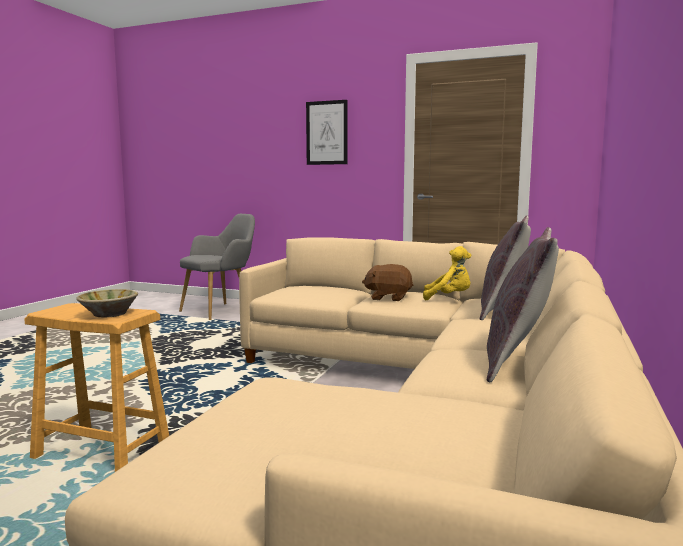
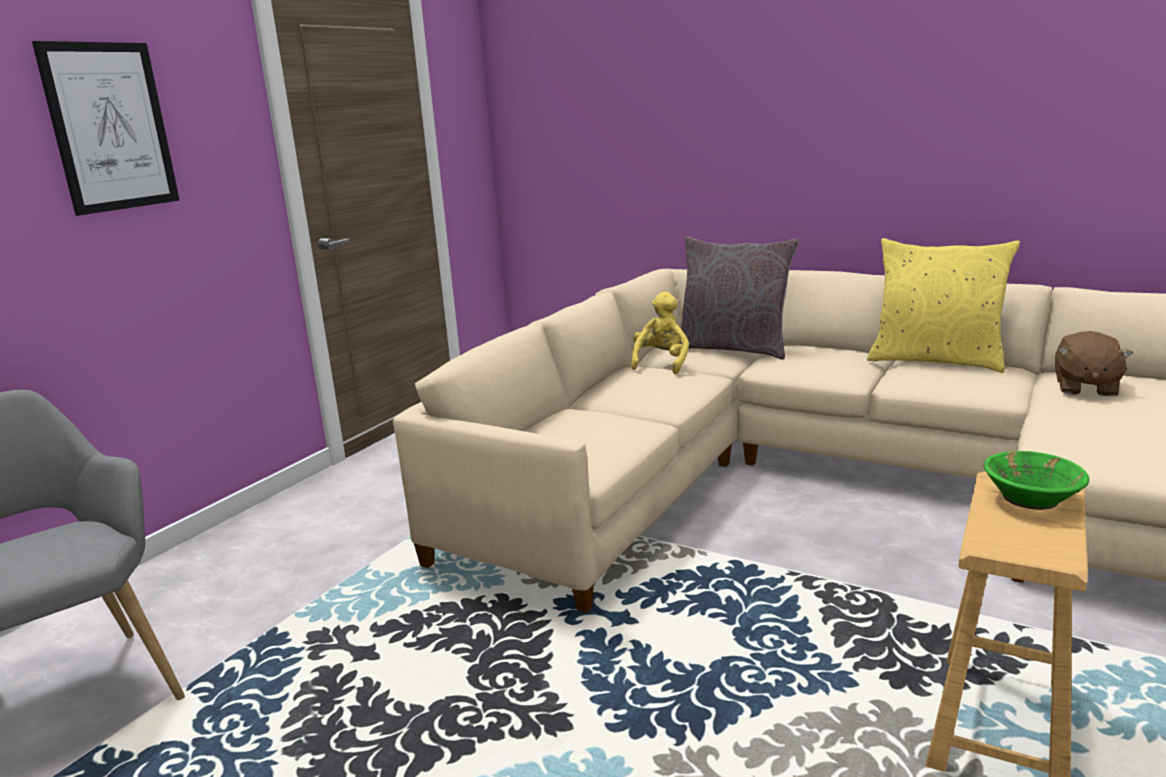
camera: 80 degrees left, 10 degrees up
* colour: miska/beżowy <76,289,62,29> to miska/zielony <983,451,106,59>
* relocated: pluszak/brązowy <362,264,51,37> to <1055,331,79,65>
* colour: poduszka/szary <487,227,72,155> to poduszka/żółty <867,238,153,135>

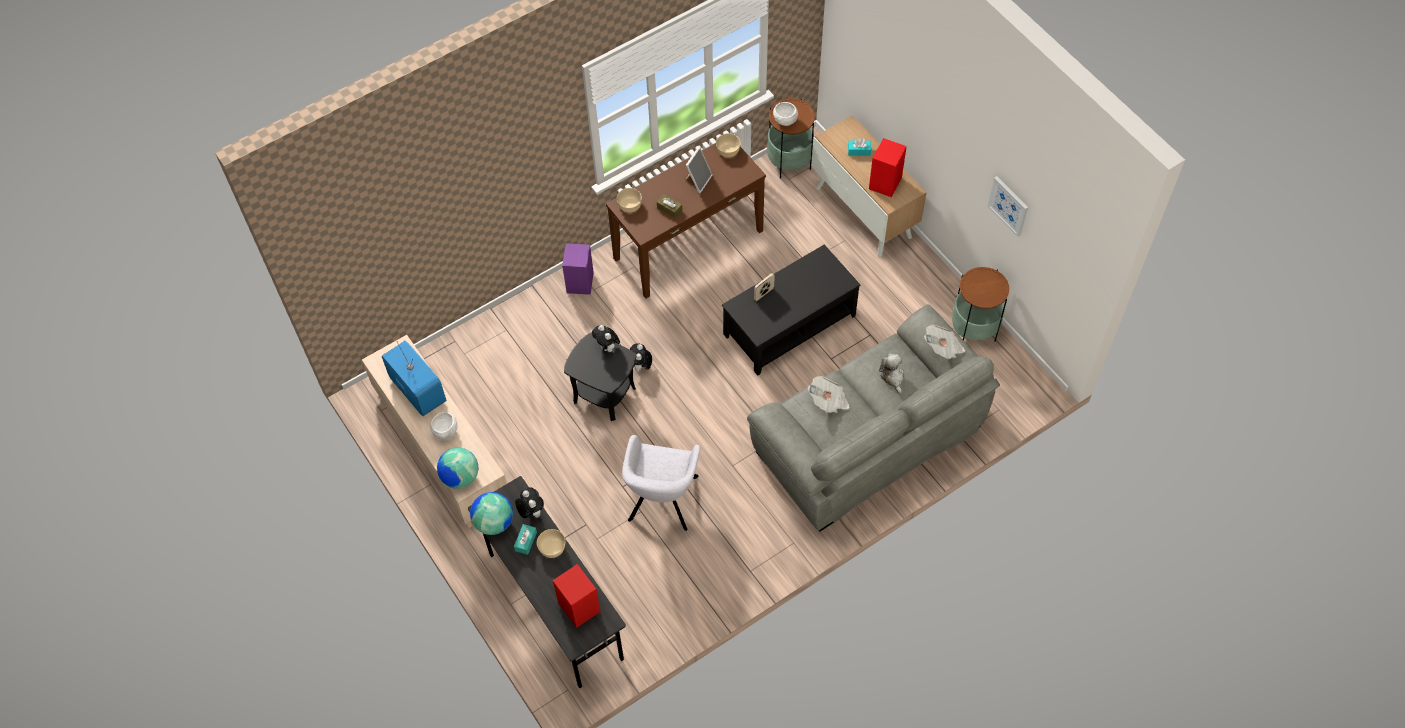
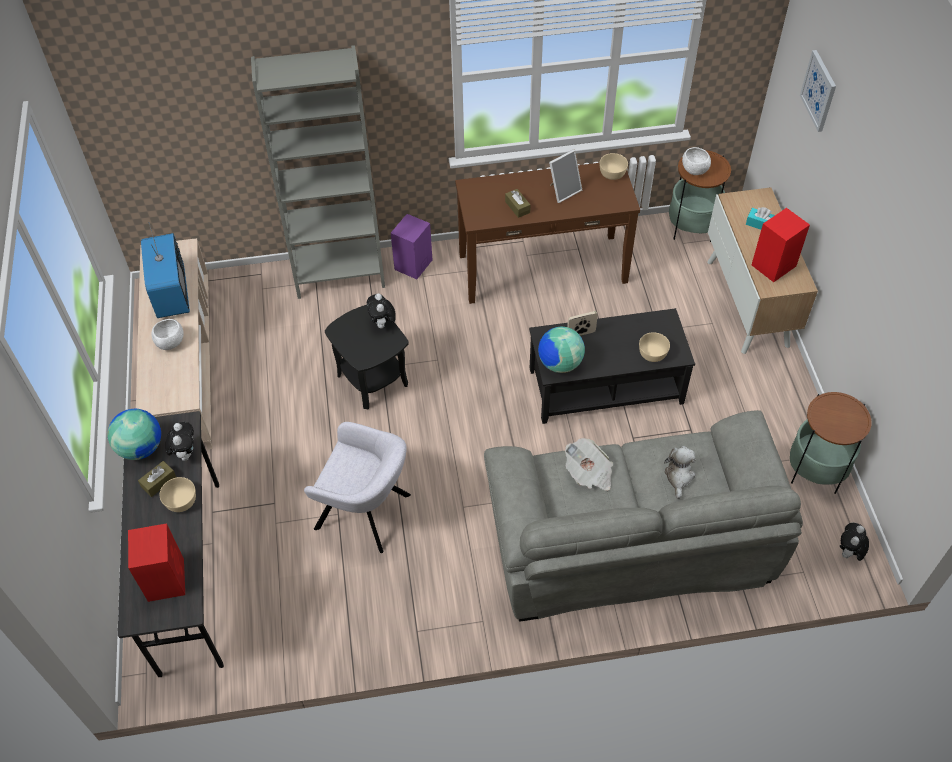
camera: 25 degrees right, 5 degrees down
* relocated: globus <437,448,41,41> to <538,327,47,46>
* colour: pudełko chusteczek/turkusowy <514,524,23,31> to pudełko chusteczek/brązowy <138,461,38,36>
* relocated: miska/beżowy <617,188,25,24> to <639,332,31,30>
* spun: fotel/szary <622,435,78,96> = <304,422,107,131> 105 degrees counterclockwise
* relocated: pluszak <630,343,22,29> to <840,523,29,38>
* missing: gazeta <924,324,41,35>
* relocated: obraz <988,176,40,61> to <800,50,36,82>
* appeared: regał/szary <251,45,134,254>

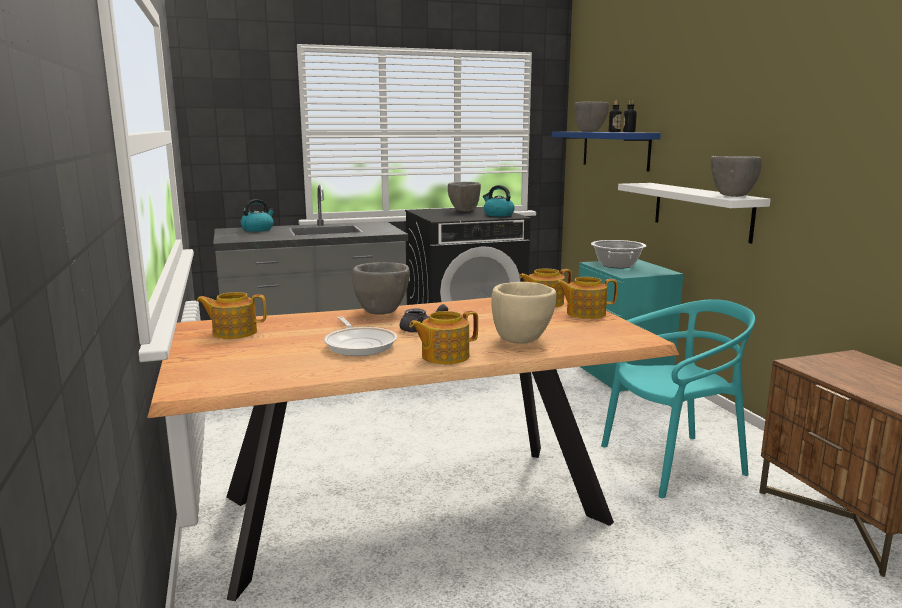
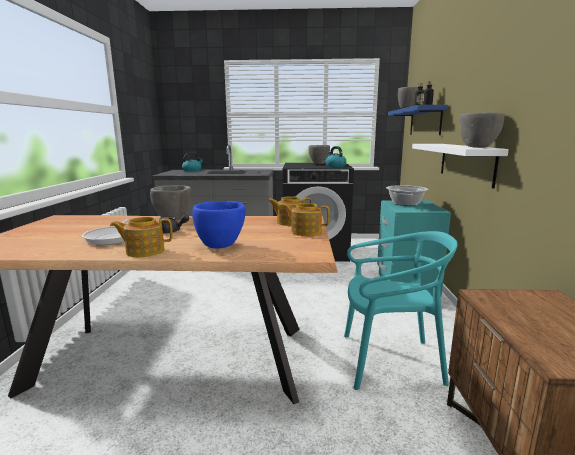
camera: 20 degrees right, 0 degrees up
* missing: imbryk <196,292,71,47>
* colour: miska/beżowy <491,282,65,62> to miska/niebieski <192,201,54,48>

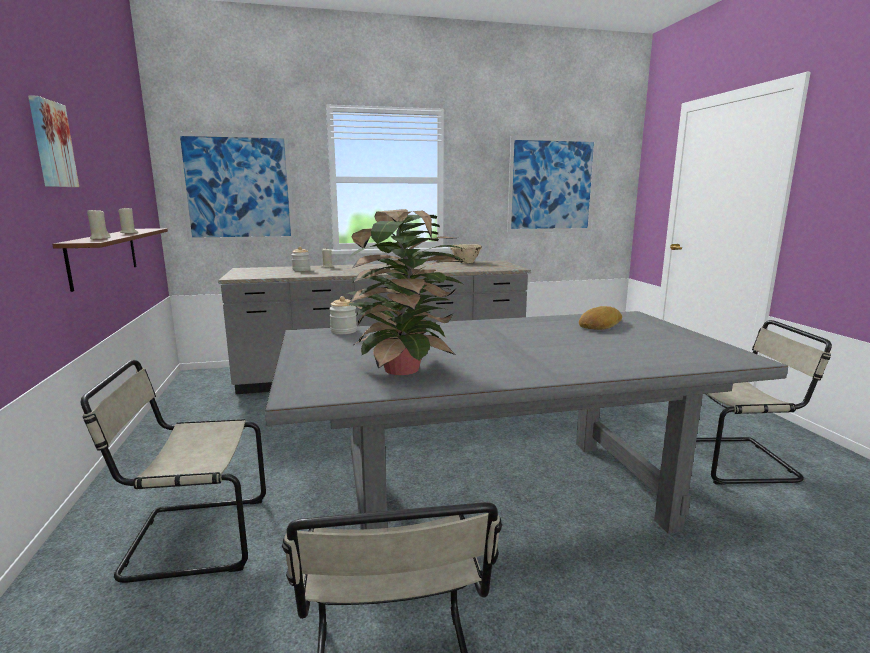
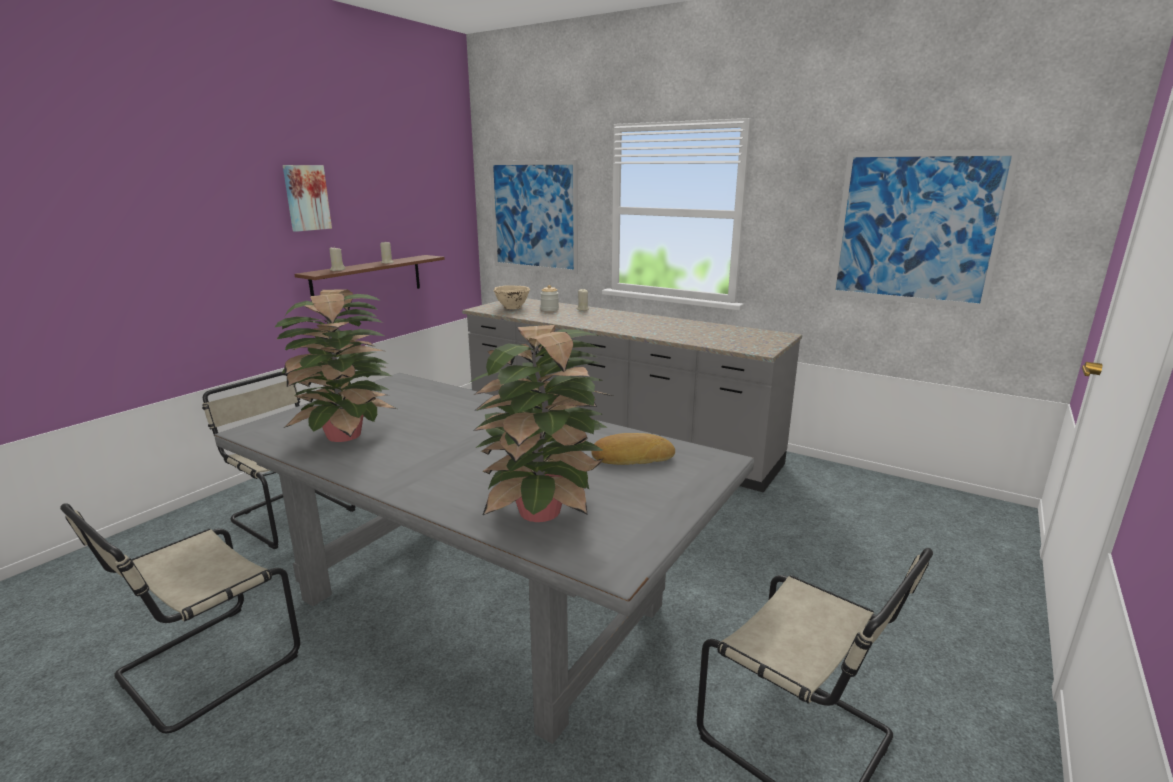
camera: 45 degrees right, 5 degrees up
* missing: słoik <329,296,28,38>
* relocated: miska/beżowy <450,244,32,19> to <494,285,36,24>
* appeared: roślina doniczkowa <469,325,144,197>

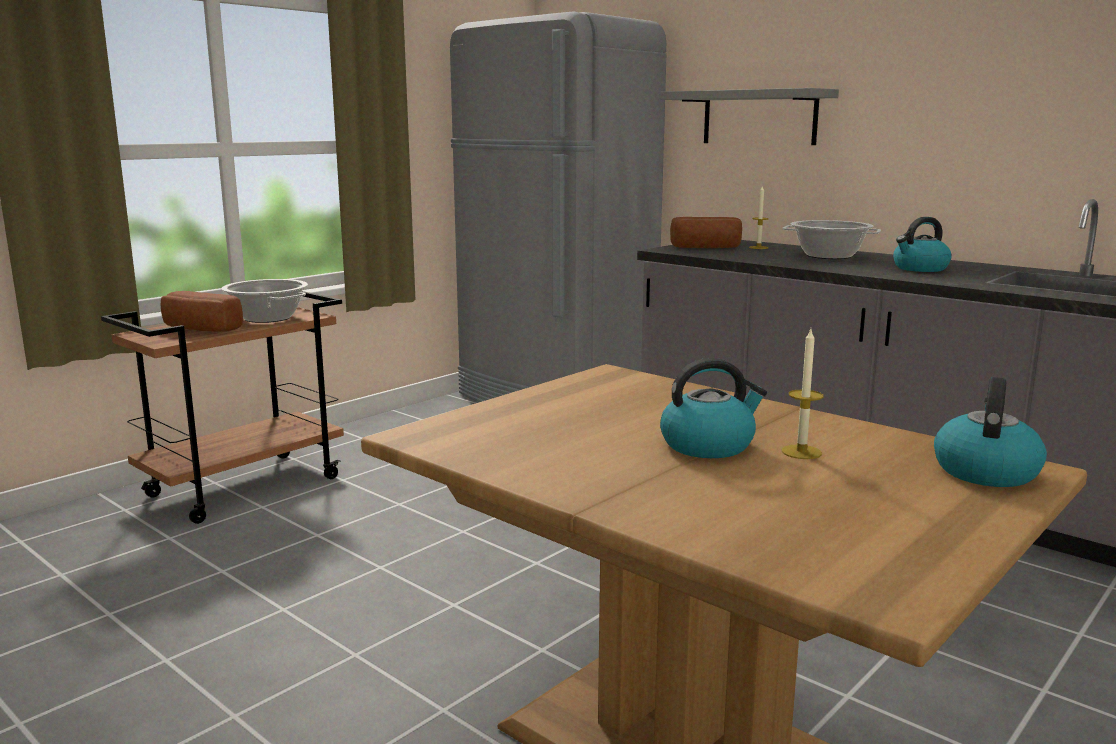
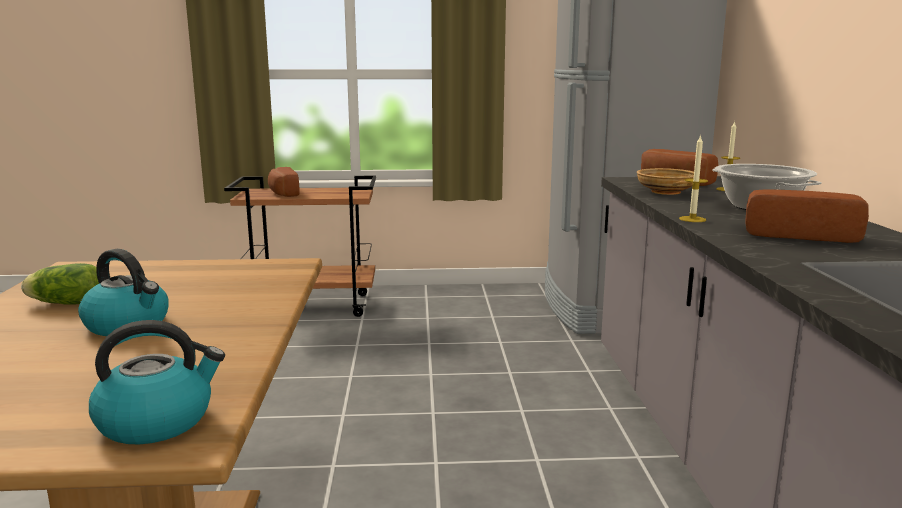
camera: 45 degrees right, 0 degrees up
* missing: garnek <221,279,87,44>
* missing: półka/szary <660,88,179,57>
* relocated: świeca <782,330,41,129> to <679,135,29,87>
* exchanged: czajnik <893,217,59,55> to chleb <745,189,124,54>
* appeared: sałata <21,263,78,42>
* appeared: miska/beżowy <637,168,57,27>

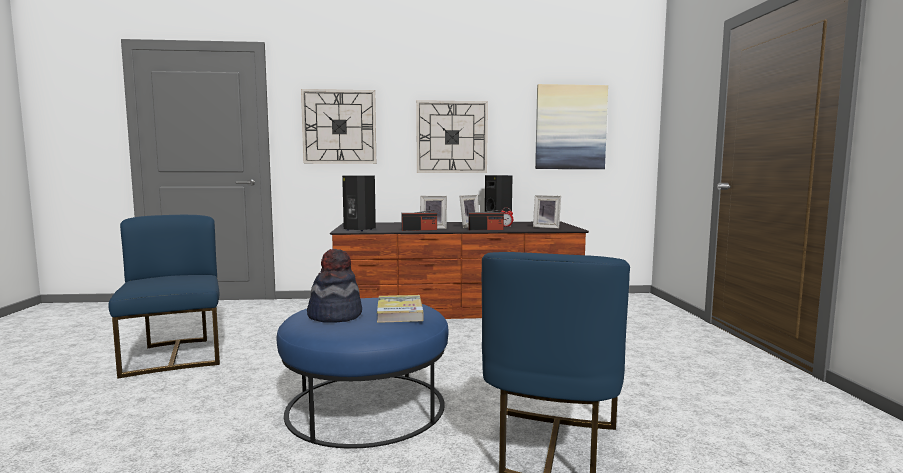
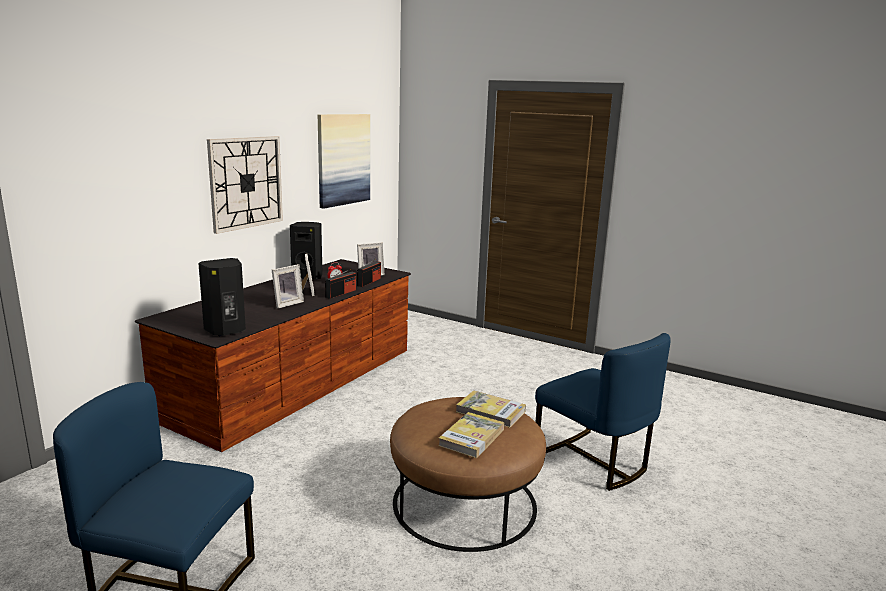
camera: 55 degrees left, 10 degrees up
* colour: pufa/niebieski <276,298,173,151> to pufa/brązowy <390,397,156,155>
* missing: zegar ścienny <301,89,75,75>
* exchanged: kapelusz <307,249,55,74> to książka <438,412,66,46>
* relocated: radio <401,210,36,21> to <357,259,24,28>

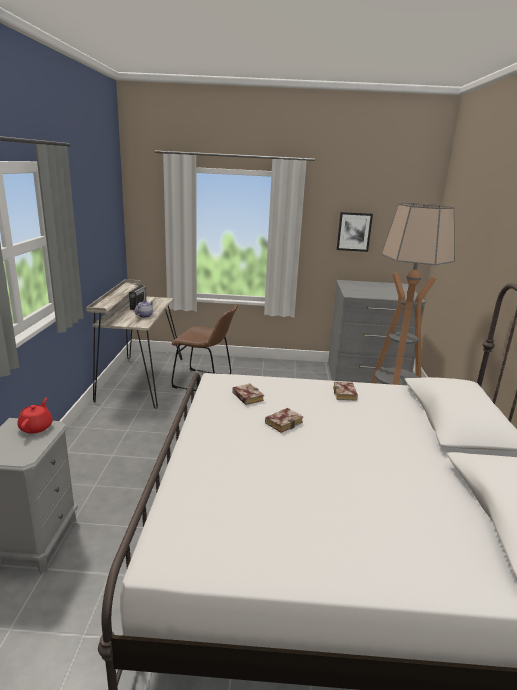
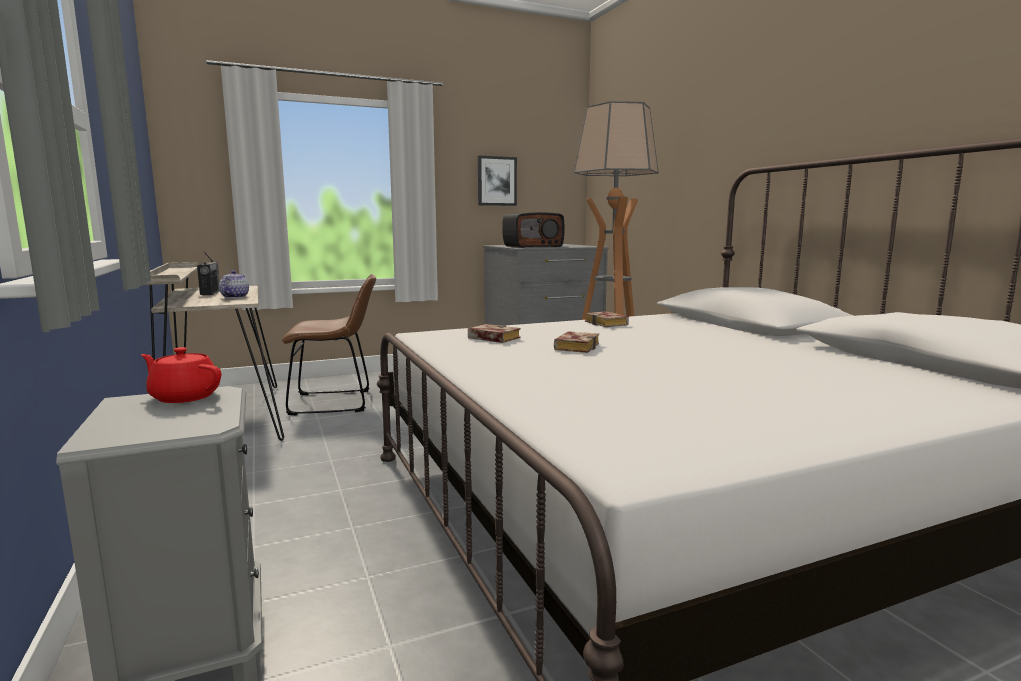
camera: 25 degrees left, 10 degrees down
* spun: imbryk/czerwony <17,398,36,35> = <141,347,80,56> 45 degrees counterclockwise
* appeared: radio <502,212,63,36>

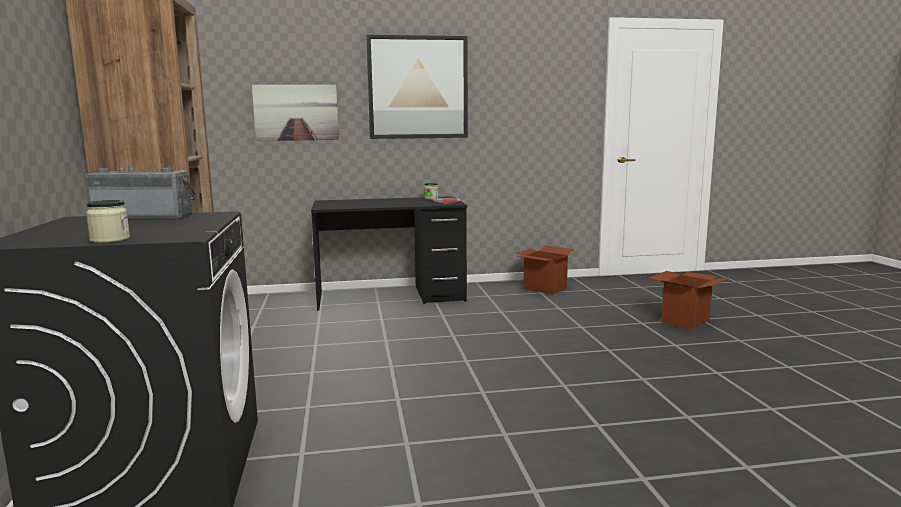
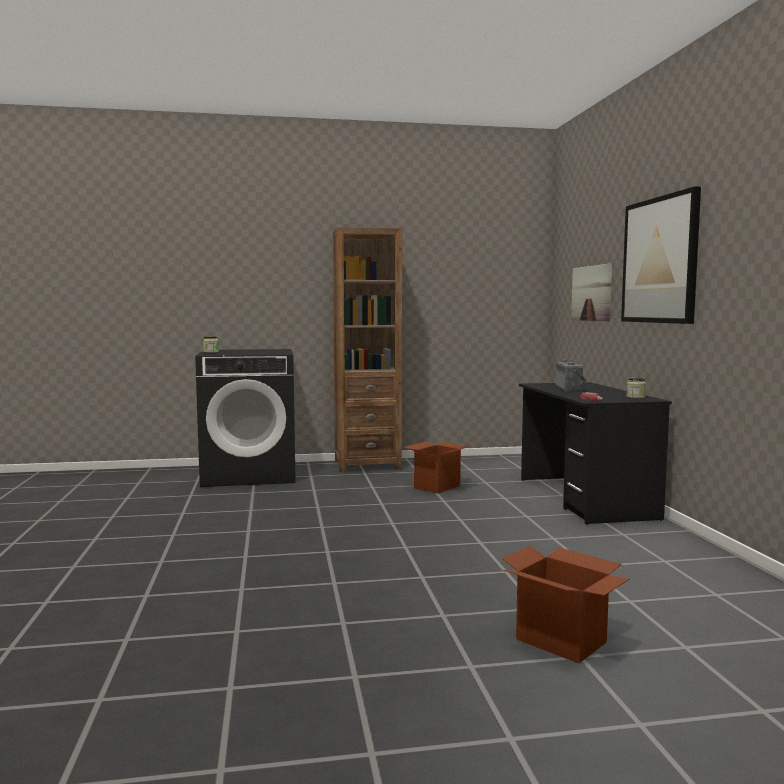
camera: 90 degrees right, 5 degrees down
* relocated: radio <85,165,112,54> to <556,359,31,33>
* relocated: karton <517,245,58,50> to <403,442,69,52>

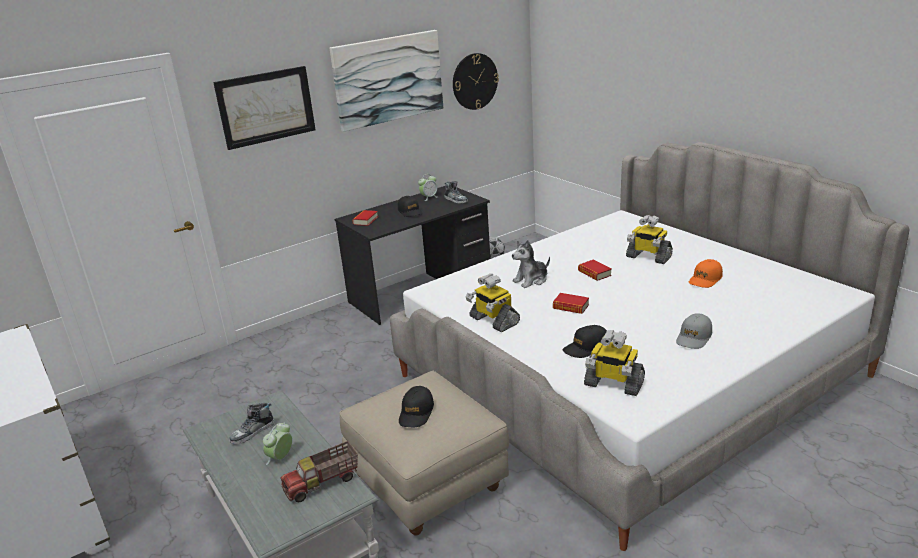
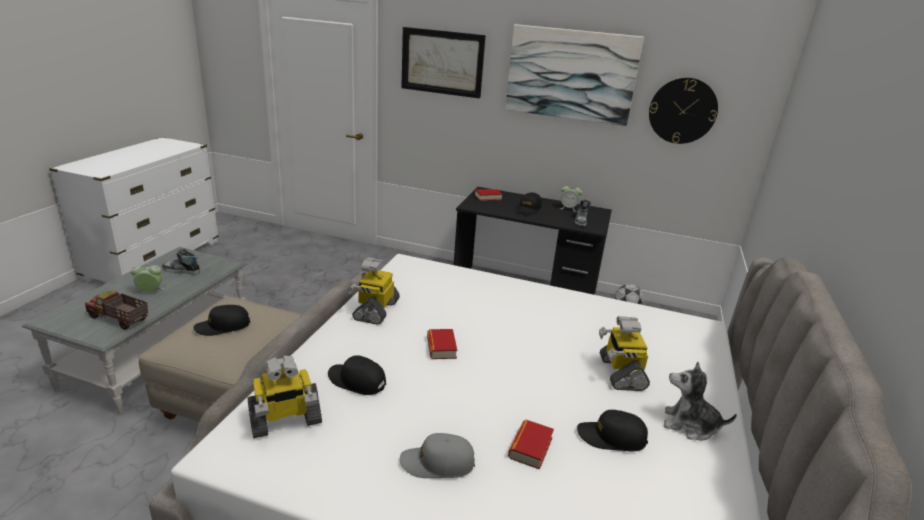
camera: 50 degrees right, 0 degrees up
* relocated: pluszak <512,240,38,48> to <664,362,73,78>
* relocated: książka <578,260,34,21> to <508,420,46,50>
* spun: robot zabawkowy <584,330,61,66> = <248,355,74,83> 105 degrees counterclockwise
* colour: czapka z daszkiem/pomarańczowy <689,259,34,29> to czapka z daszkiem/czarny <577,410,71,41>

